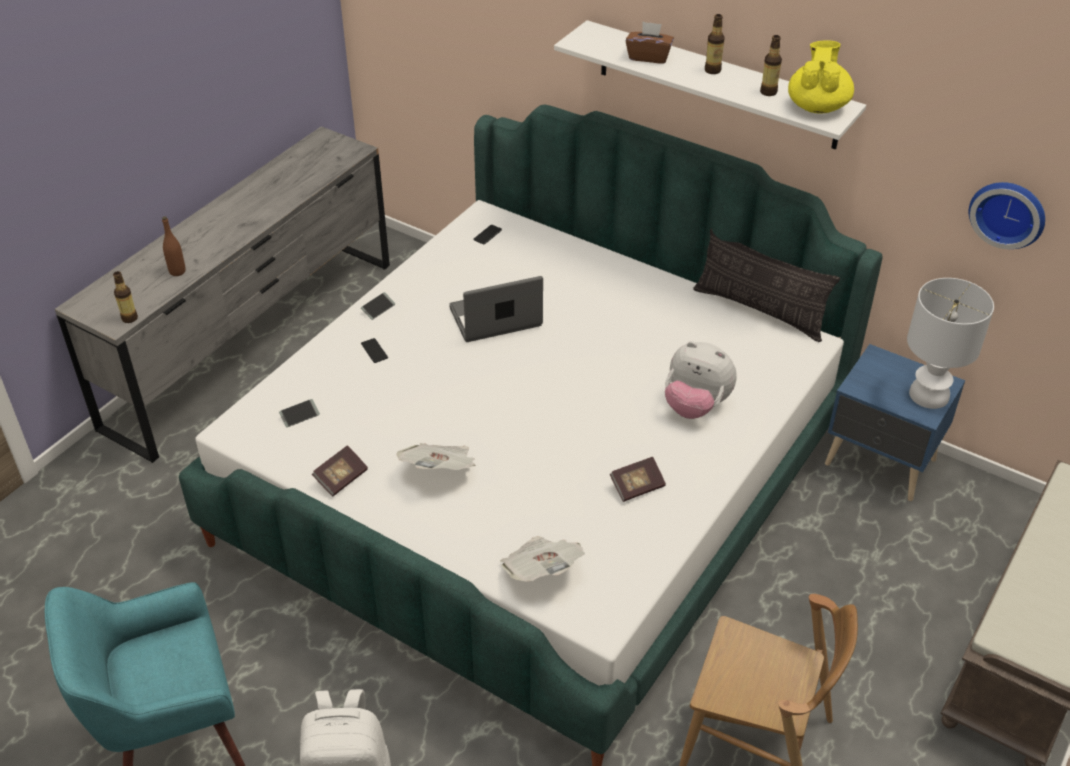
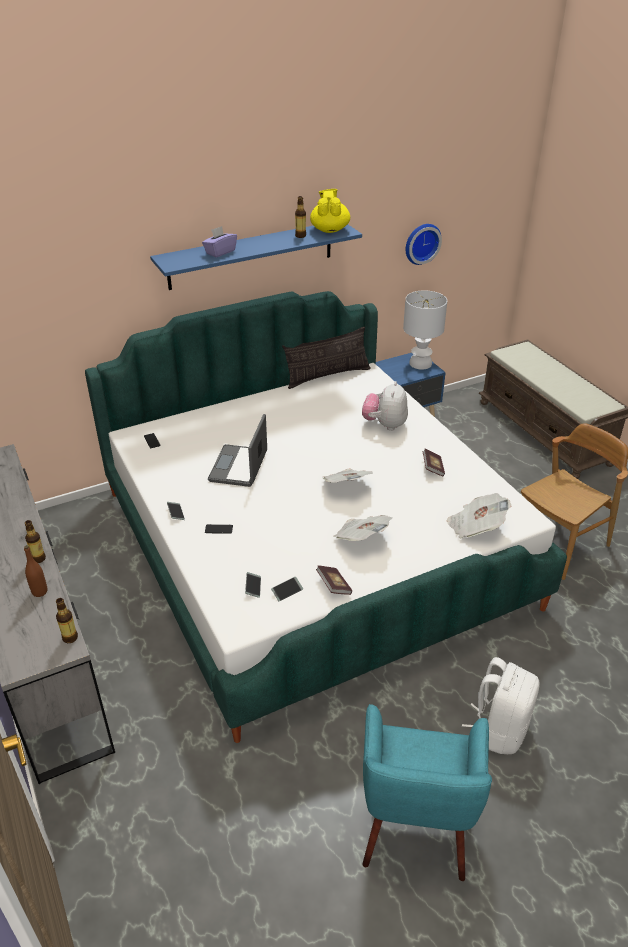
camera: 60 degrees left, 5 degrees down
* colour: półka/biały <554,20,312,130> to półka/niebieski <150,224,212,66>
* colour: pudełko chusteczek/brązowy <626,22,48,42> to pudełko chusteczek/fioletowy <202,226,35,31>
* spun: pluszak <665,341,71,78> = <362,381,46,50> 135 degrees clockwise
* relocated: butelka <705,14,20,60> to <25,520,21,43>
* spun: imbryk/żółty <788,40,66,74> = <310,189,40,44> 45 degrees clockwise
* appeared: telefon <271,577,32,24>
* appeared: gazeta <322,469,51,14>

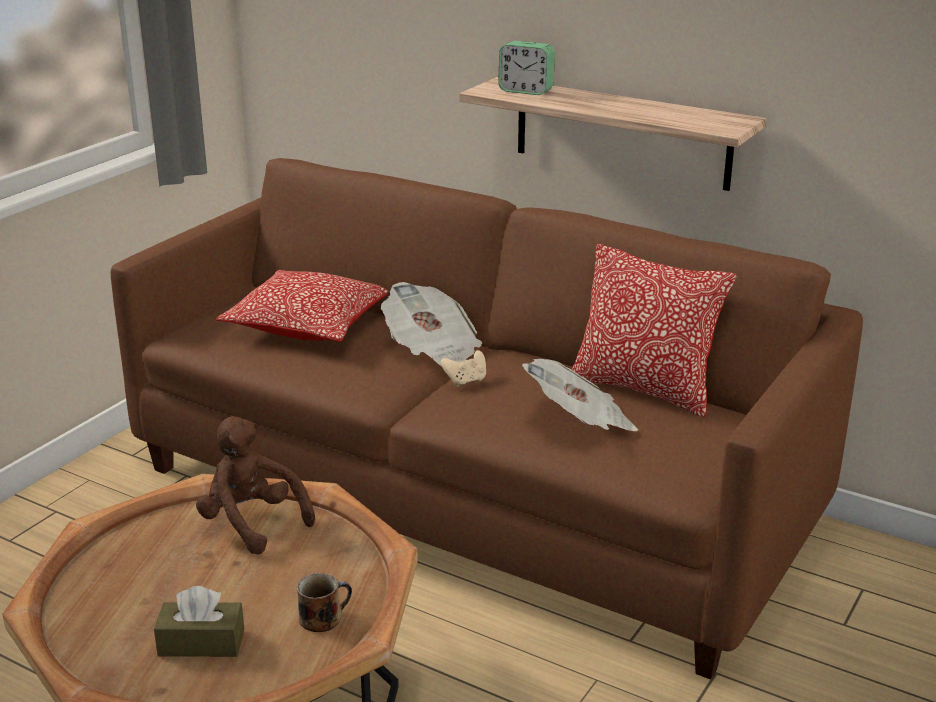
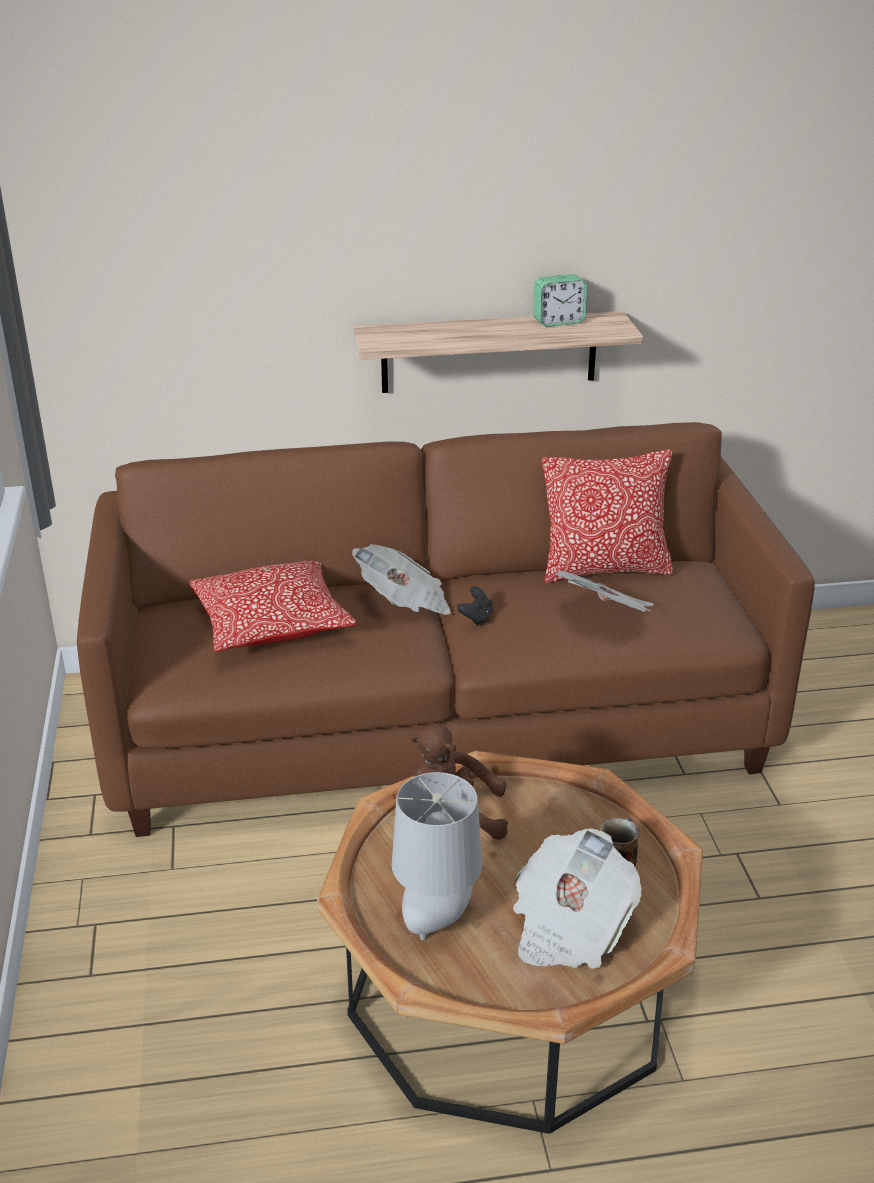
camera: 40 degrees left, 5 degrees up
* exchanged: pudełko chusteczek/brązowy <154,586,90,71> to gazeta <513,828,129,141>
* colour: pad do gier/beżowy <441,350,45,37> to pad do gier/czarny <457,586,36,40>
* relocated: budzik <498,41,57,54> to <533,274,54,53>
* appeared: lampa stołowa/szary <392,772,90,168>

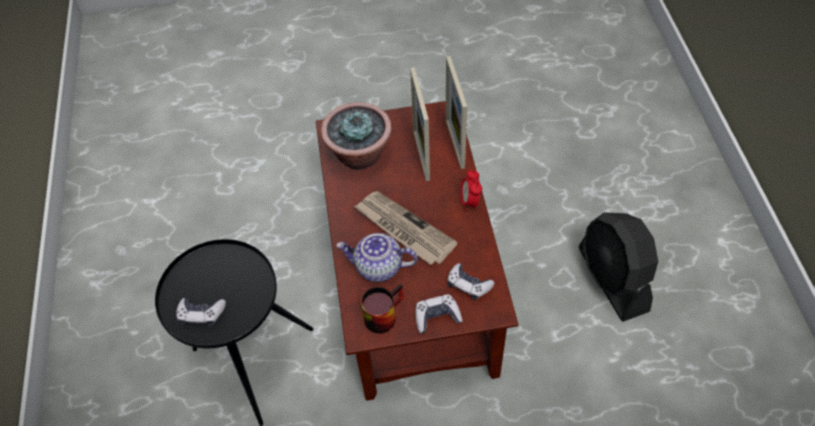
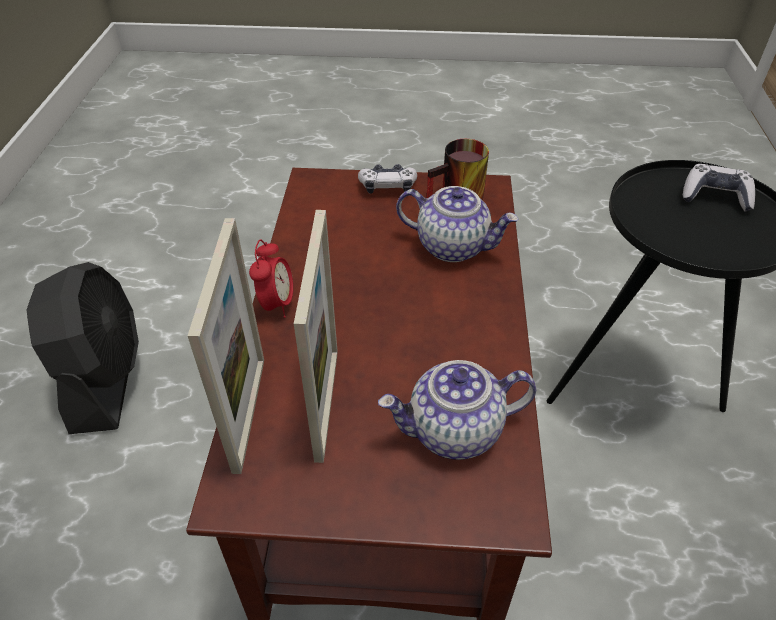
camera: 170 degrees left, 10 degrees down
* exchanged: roślina doniczkowa <321,102,71,68> to imbryk <378,360,158,100>
* missing: gazeta <354,191,104,74>
* missing: pad do gier <448,263,46,37>

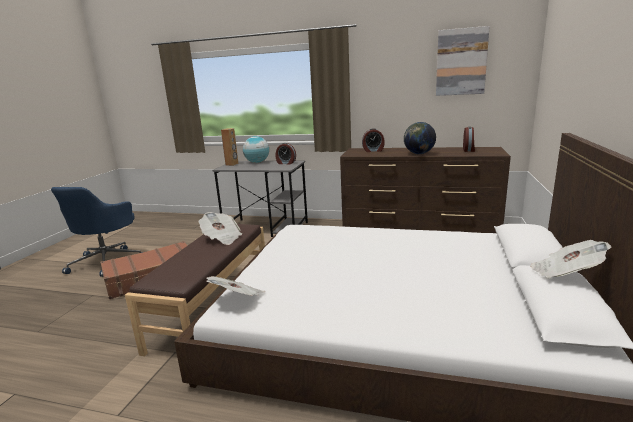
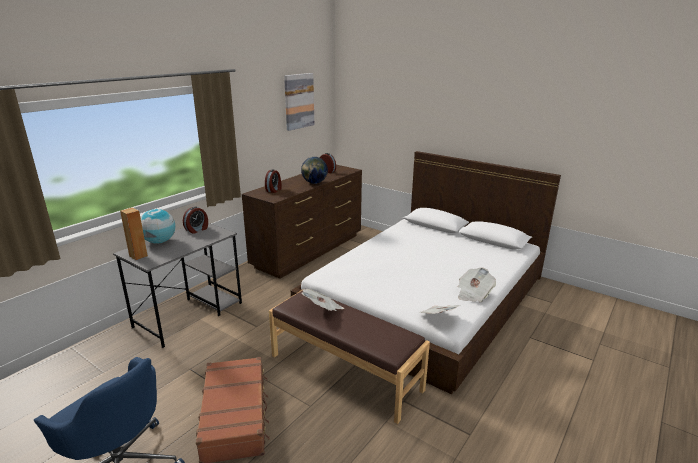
camera: 70 degrees left, 5 degrees up
* relocated: gazeta <530,240,82,39> to <457,268,39,34>

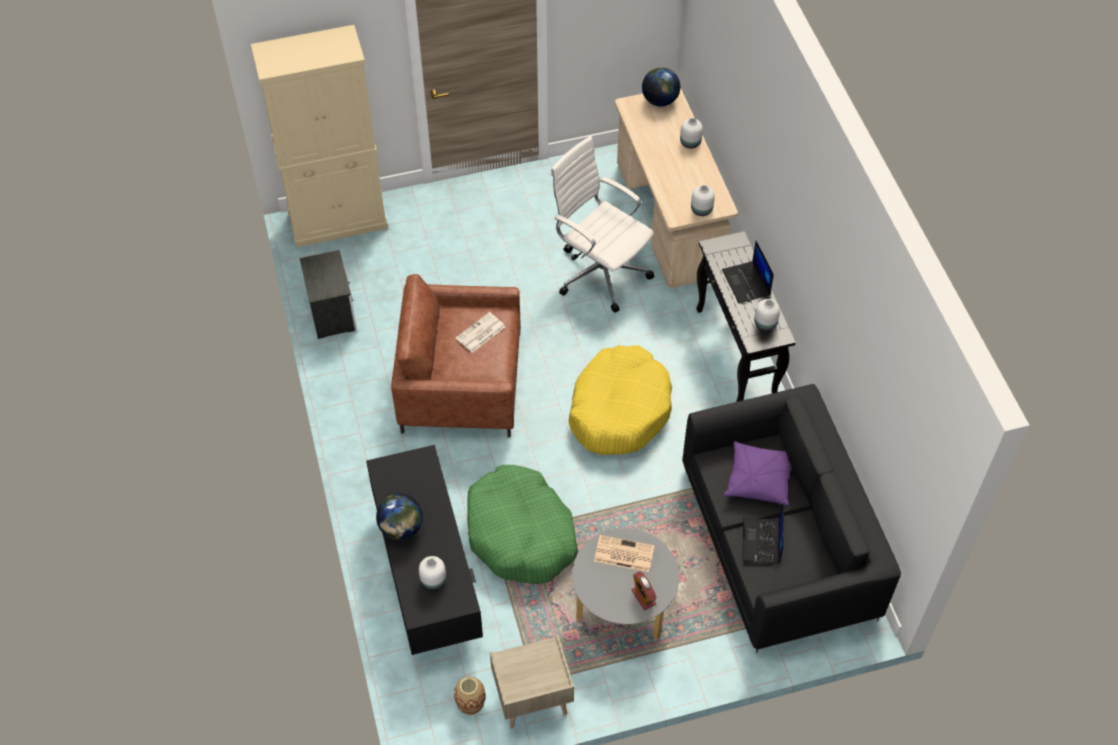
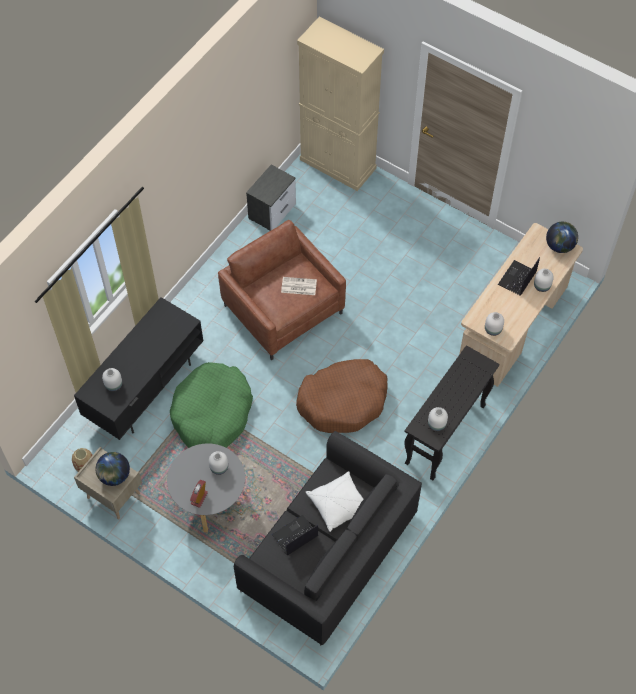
camera: 50 degrees right, 5 degrees up
* relocated: globus <376,493,47,47> to <96,452,34,34>
* missing: krzesło biurowe/biały <551,136,103,177>
* colour: legowisko/żółty <568,345,104,110> to legowisko/brązowy <296,359,92,74>
* exchanged: gazeta <594,535,61,37> to wazon/biały <209,451,19,24>
* relocated: laptop <722,241,52,63> to <498,257,42,38>
* colour: poduszka/fioletowy <724,441,68,65> to poduszka/biały <306,471,58,61>

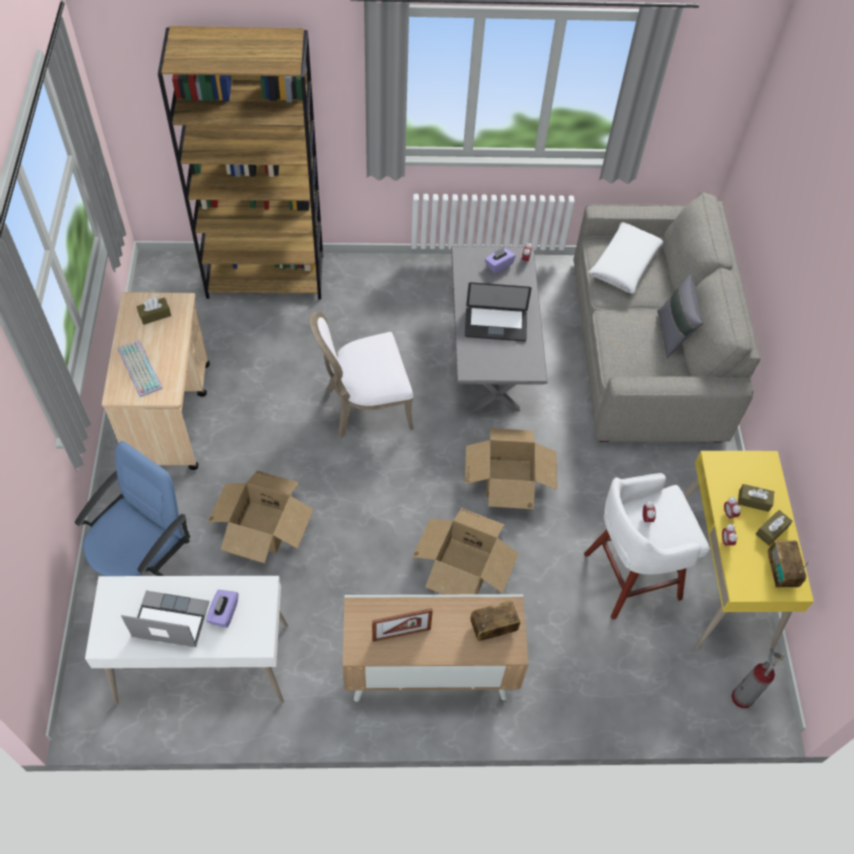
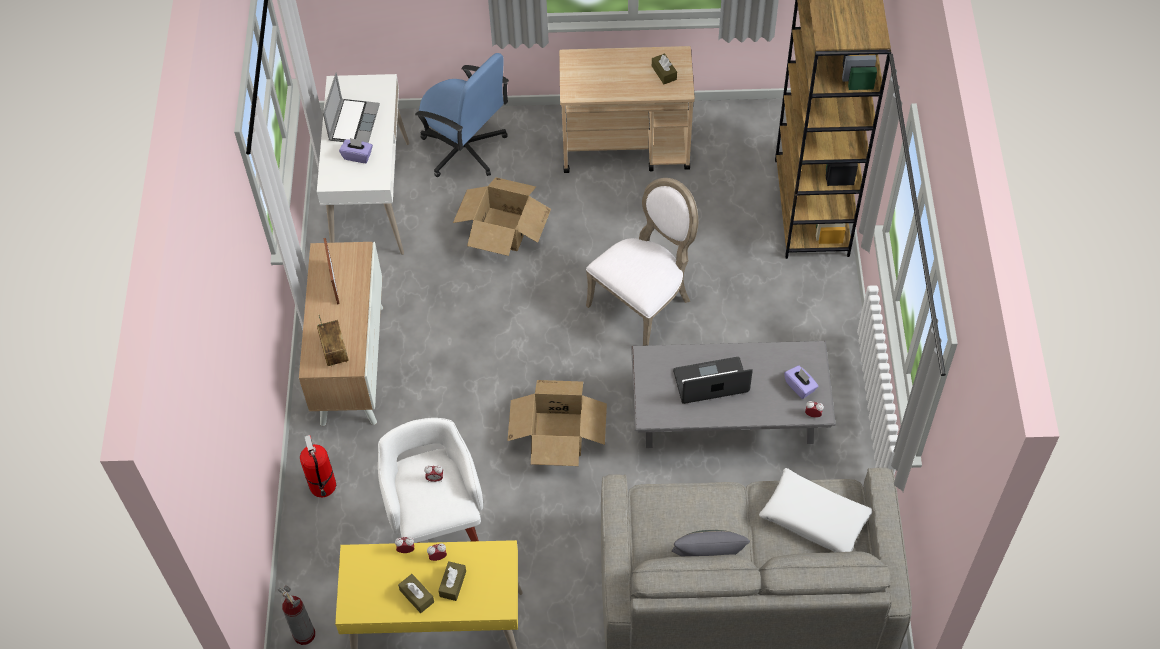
camera: 95 degrees right, 0 degrees up
* missing: klawiatura <117,339,46,58>
* spun: krzesło/biały <309,312,104,126> = <586,178,112,168> 60 degrees clockwise
* missing: karton <412,508,107,87>
* spun: laptop <465,282,67,59> = <673,357,80,47> 75 degrees clockwise
* missing: radio <768,541,42,46>
* appeared: gaśnica <300,435,36,63>

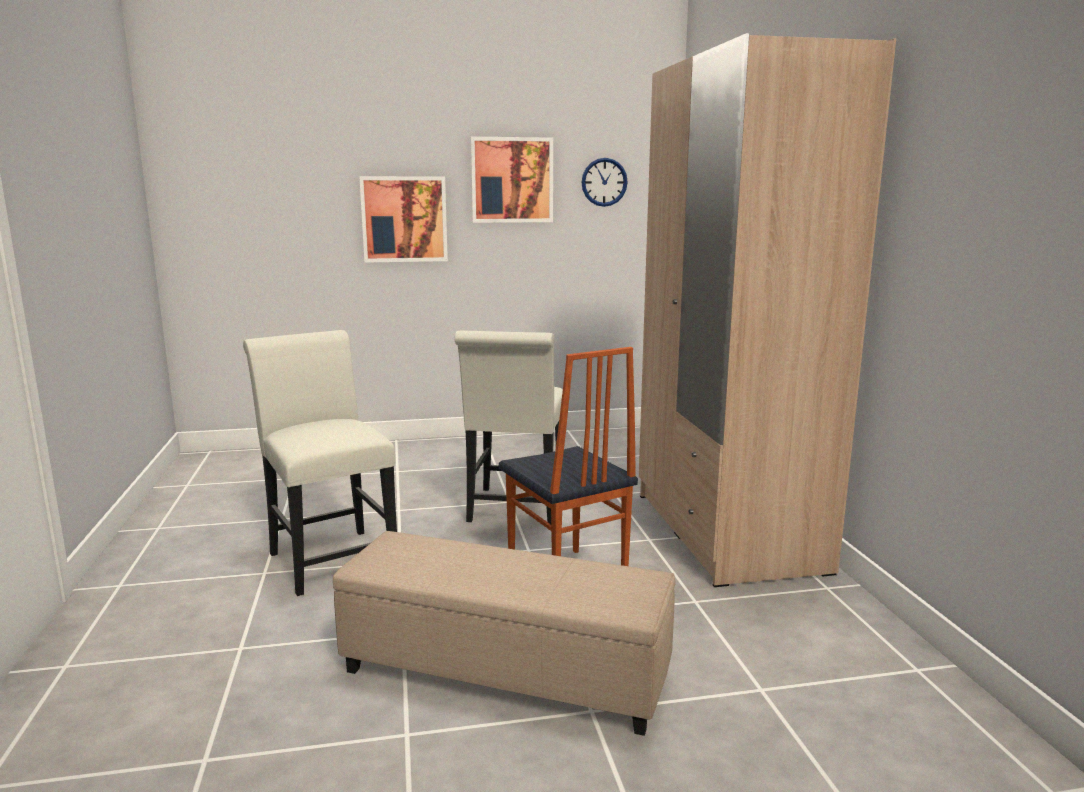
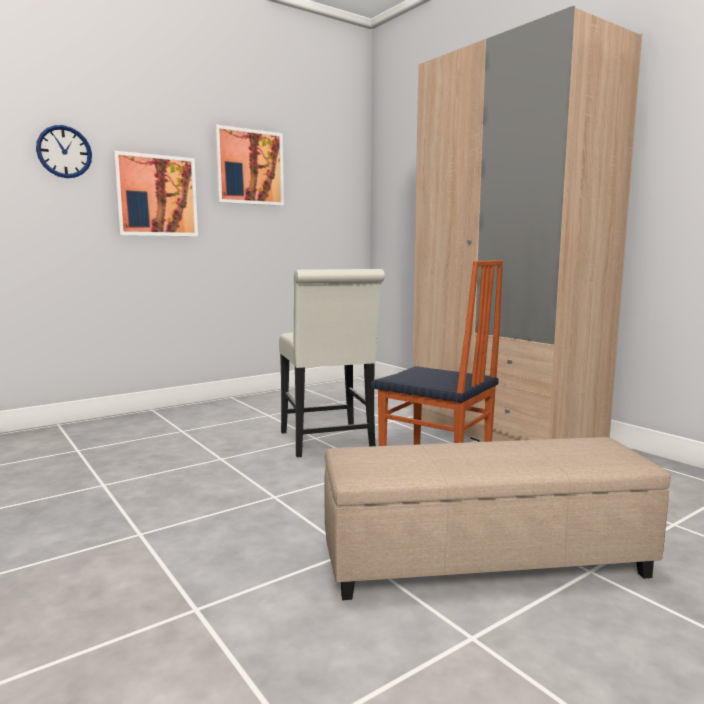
camera: 25 degrees left, 5 degrees down
* missing: krzesło/biały <243,330,154,266>
* relocated: zegar ścienny <581,158,47,49> to <36,125,56,53>

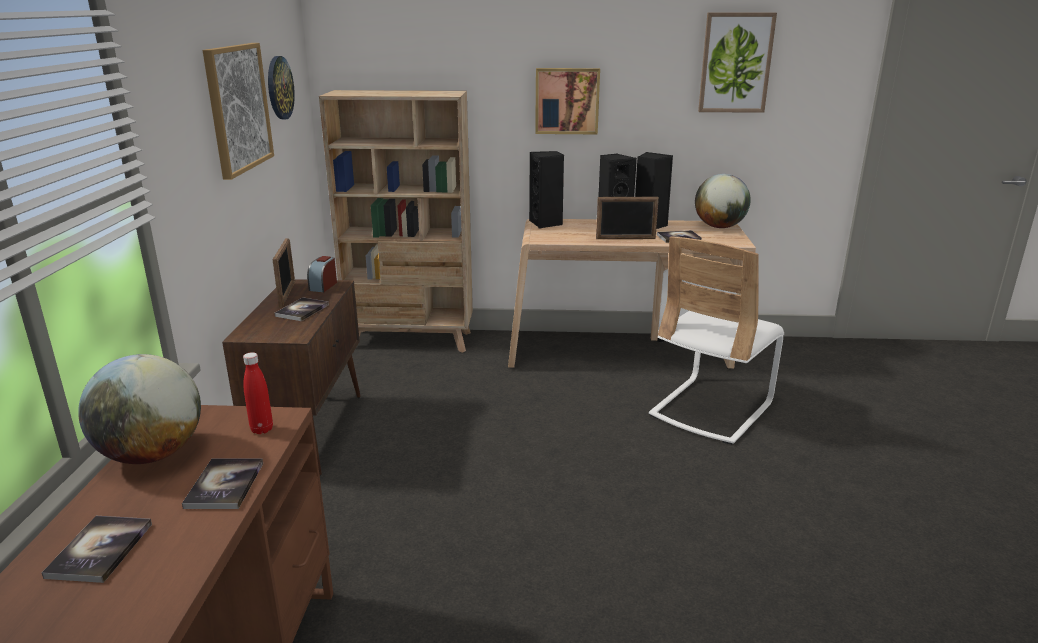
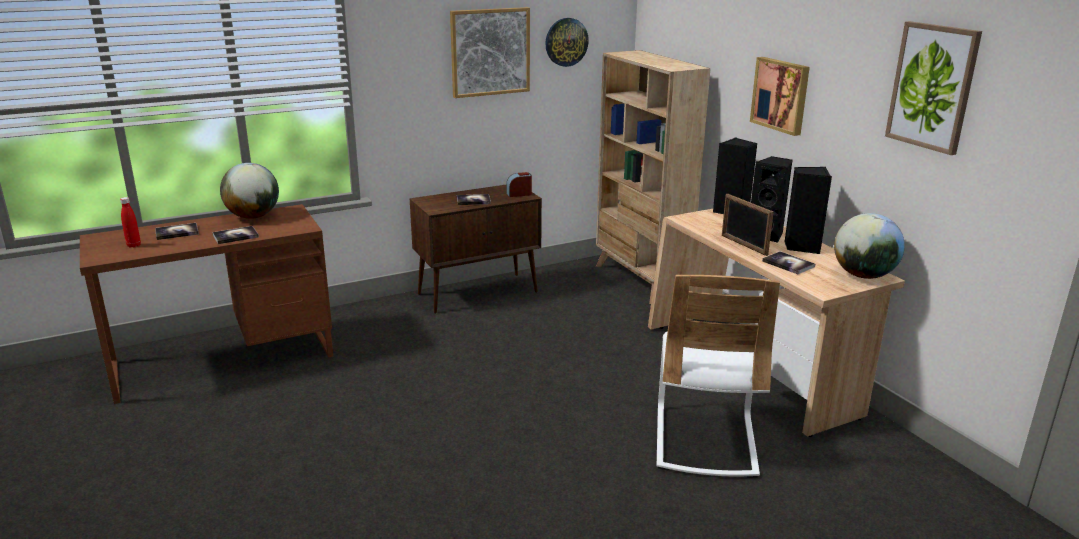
camera: 60 degrees right, 0 degrees up
* relocated: butelka/czerwony <243,352,30,82> to <120,197,21,51>
* missing: ramka na zdjęcie <273,238,22,70>
* spun: krzesło/biały <649,236,135,209> = <657,275,123,203> 90 degrees counterclockwise

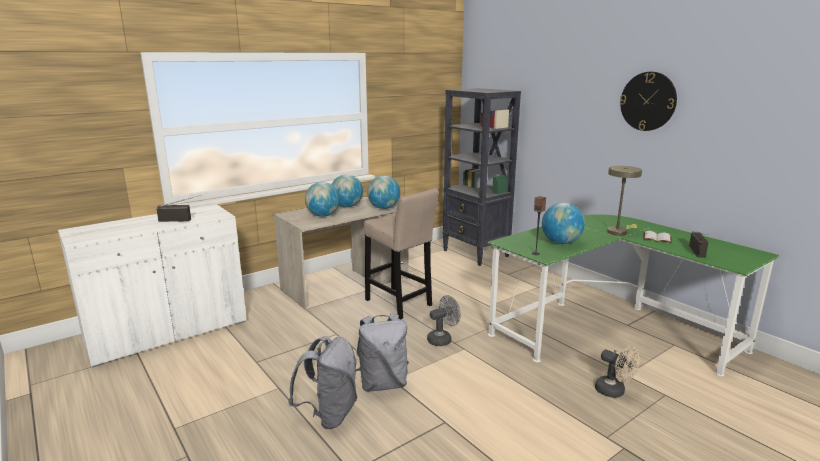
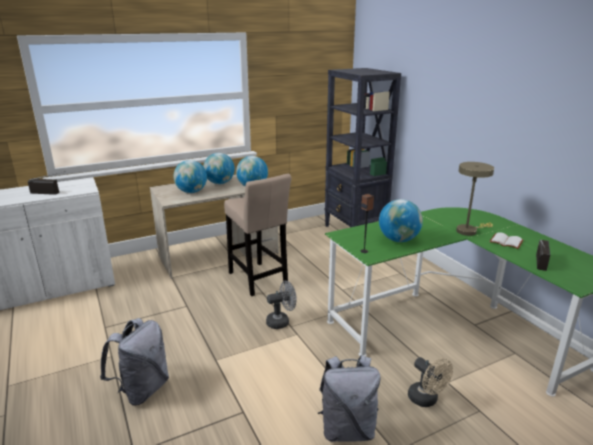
camera: 10 degrees right, 5 degrees up
* relocated: plecak/szary <356,313,53,79> to <318,355,62,87>
* missing: zegar ścienny <620,72,57,59>

